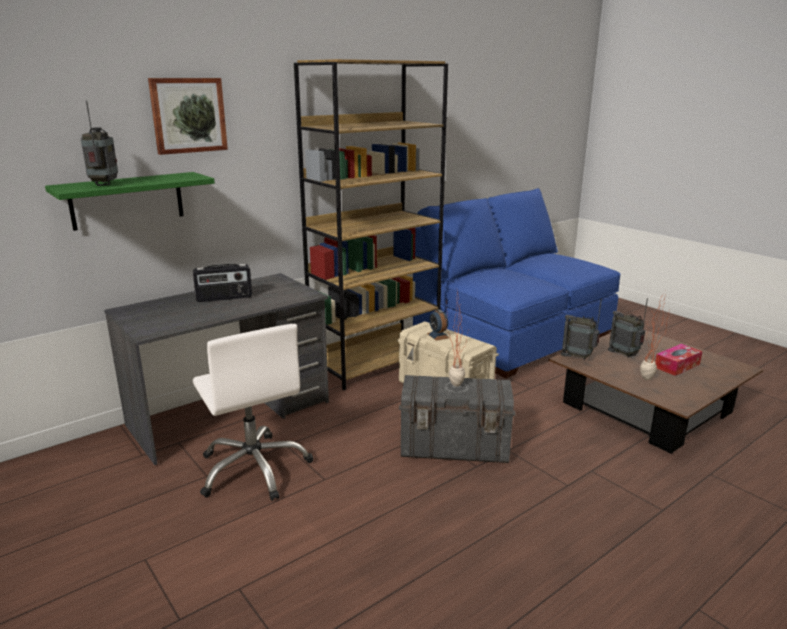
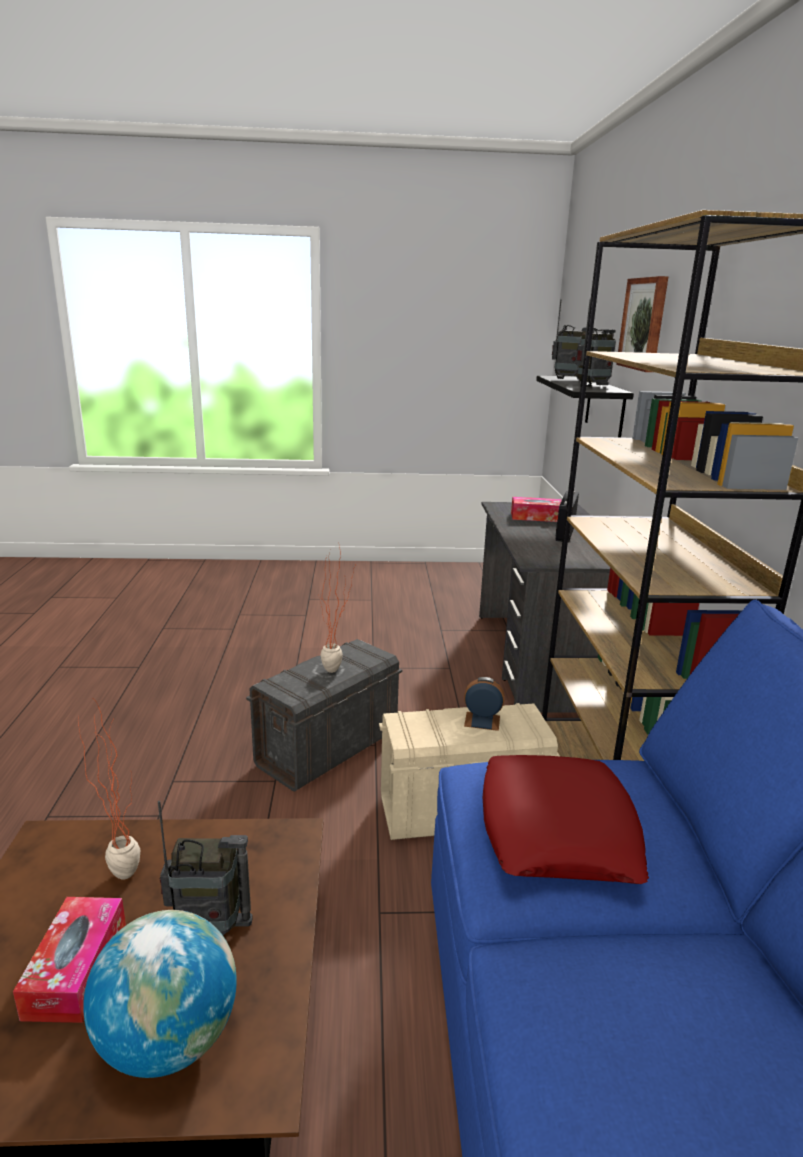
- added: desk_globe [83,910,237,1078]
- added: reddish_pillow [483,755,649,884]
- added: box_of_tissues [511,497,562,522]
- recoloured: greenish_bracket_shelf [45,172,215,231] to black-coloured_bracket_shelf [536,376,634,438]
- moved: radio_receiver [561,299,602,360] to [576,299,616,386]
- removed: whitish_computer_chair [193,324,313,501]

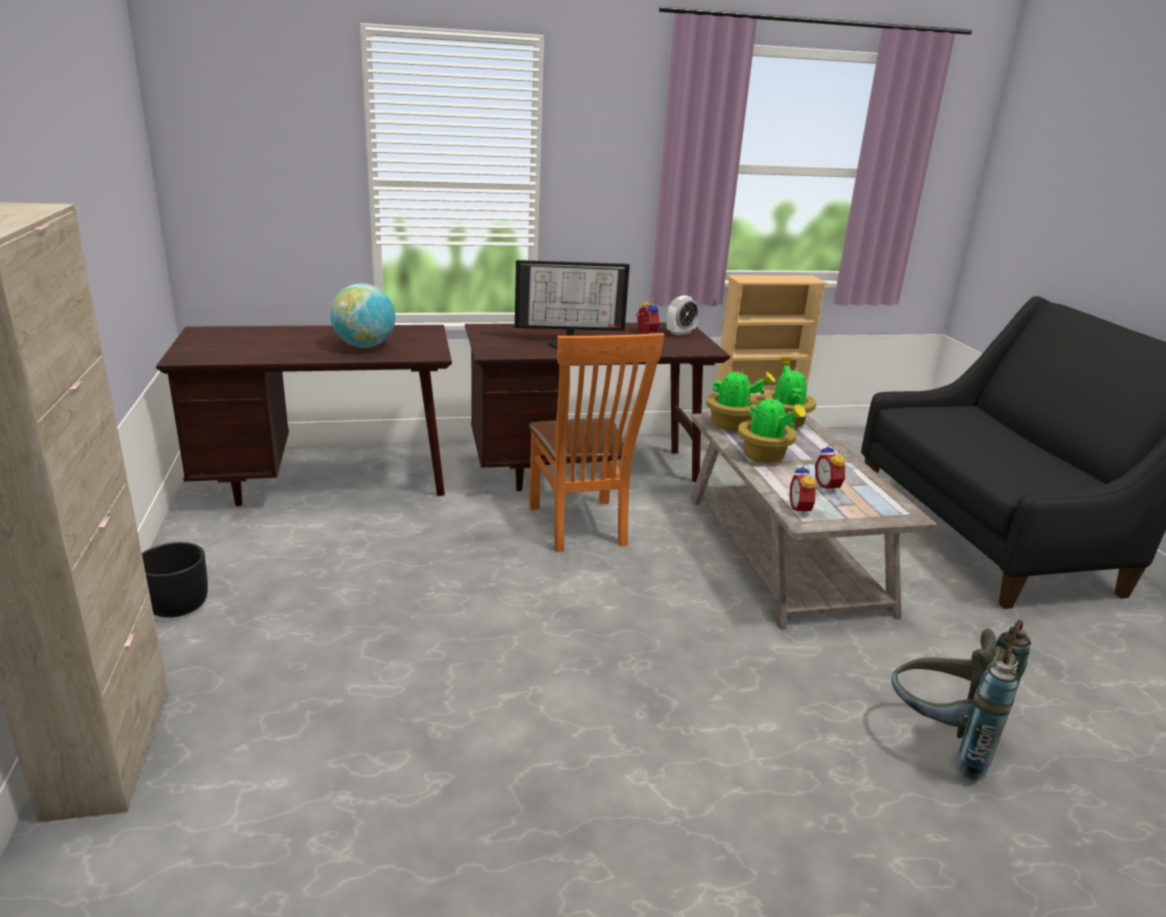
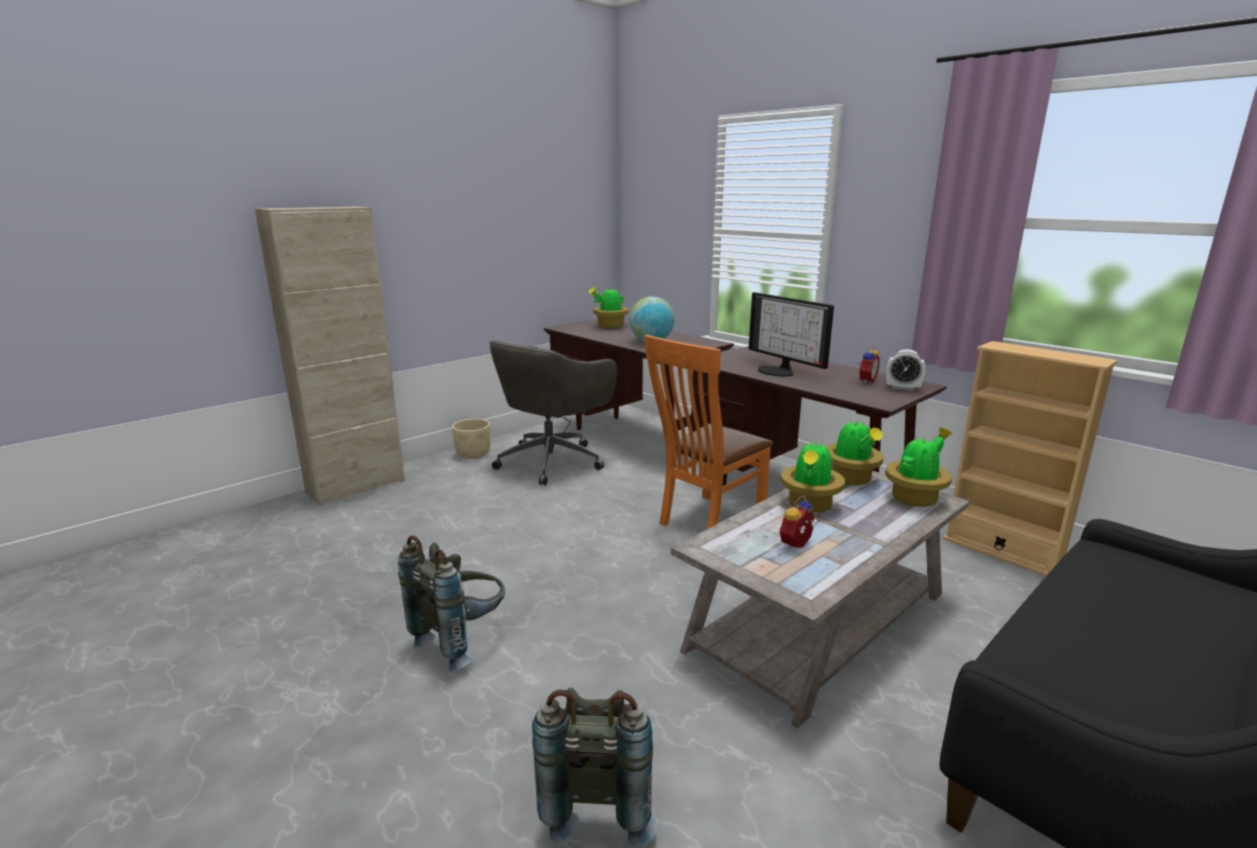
- added: grey_backpack [398,535,505,672]
- recoloured: black-coloured_flower_pot [142,542,208,618] to beige_flower_pot [452,419,490,459]
- added: grey_computer_chair [489,340,617,485]
- added: houseplant [588,286,628,328]
- removed: table_clock [790,463,820,516]

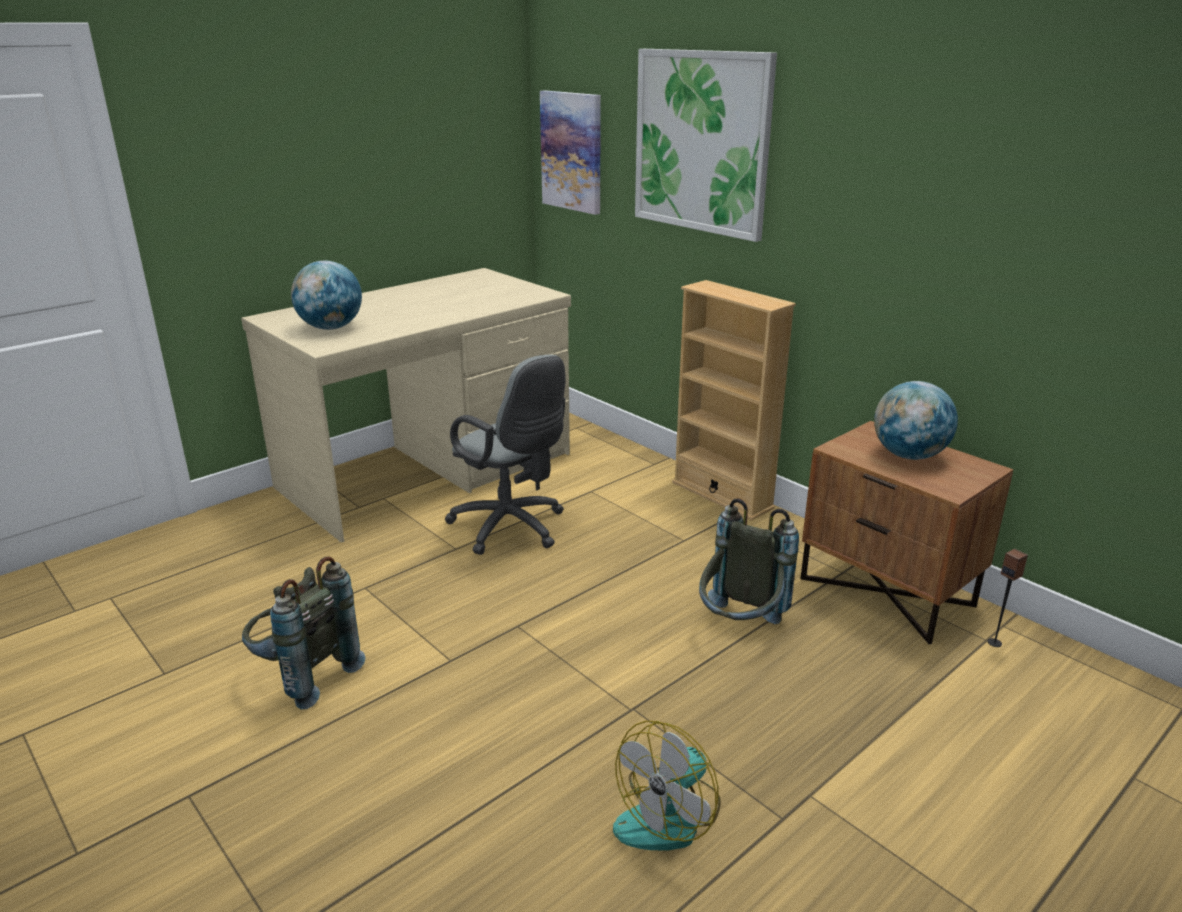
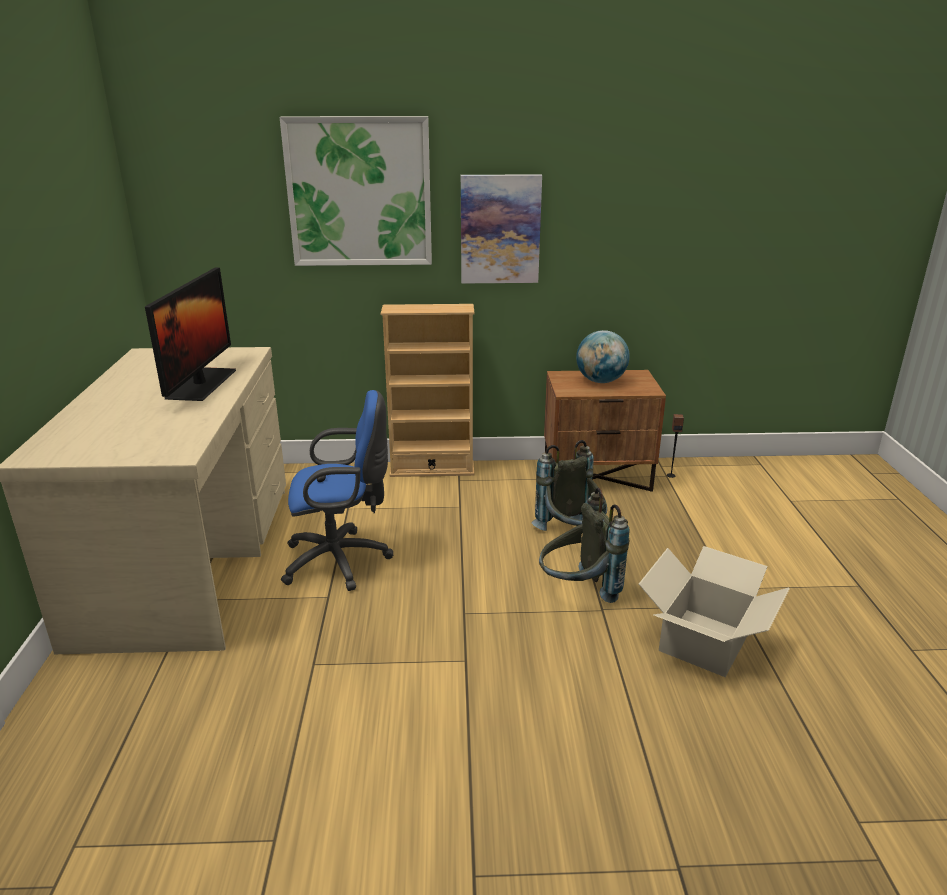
- added: computer_display [145,268,236,401]
- recoloured: grey_computer_chair [445,355,566,555] to bluish_computer_chair [281,390,393,591]
- moved: wall_art [540,90,601,215] to [461,174,542,283]
- moved: grey_backpack [242,557,366,709] to [539,488,630,603]
- replaced: cooling_fan [613,721,721,851] to carton [639,546,790,677]
- removed: desk_globe [291,260,362,330]

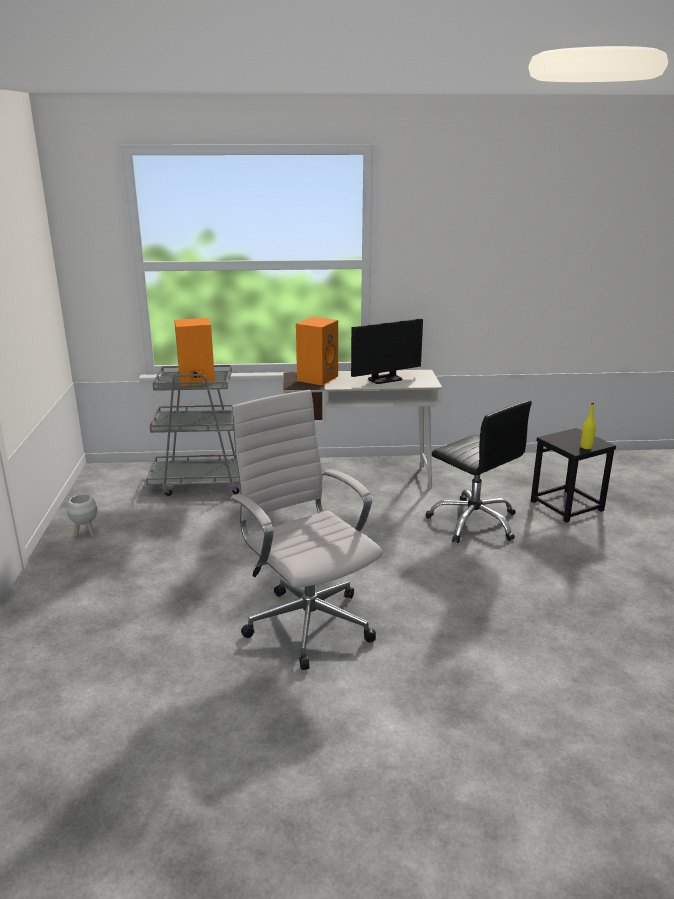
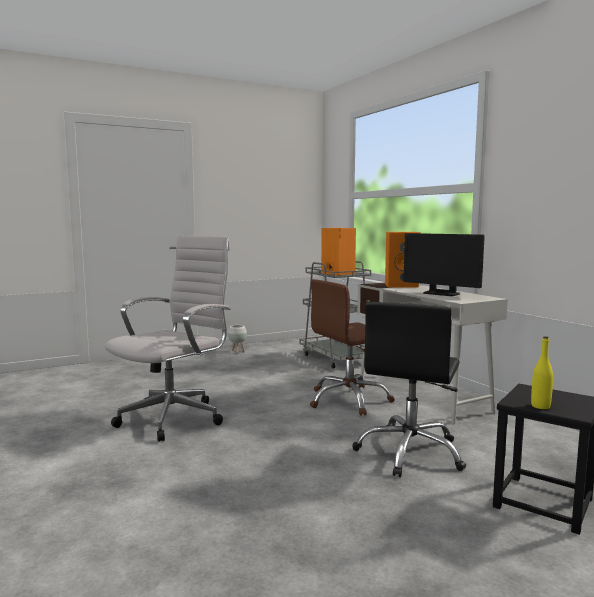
- added: brown_computer_chair [310,279,395,416]

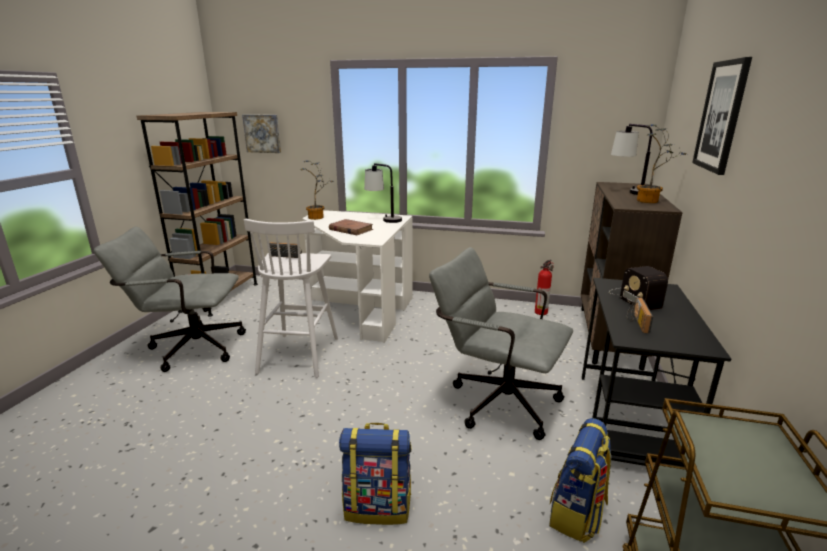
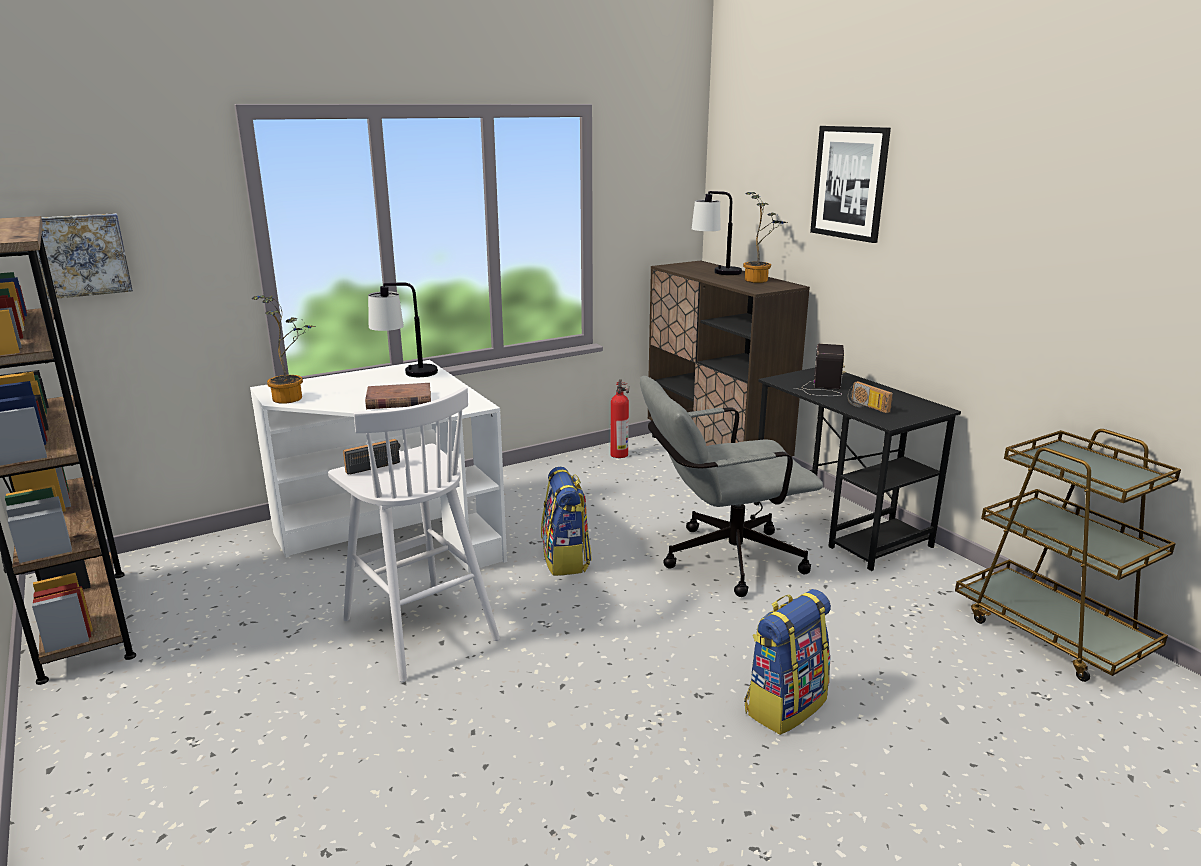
- moved: backpack [549,418,611,543] to [541,467,592,576]
- turned: radio_receiver [609,266,668,310] = [794,344,846,396] 105 degrees counterclockwise
- removed: grey_computer_chair [94,226,246,372]

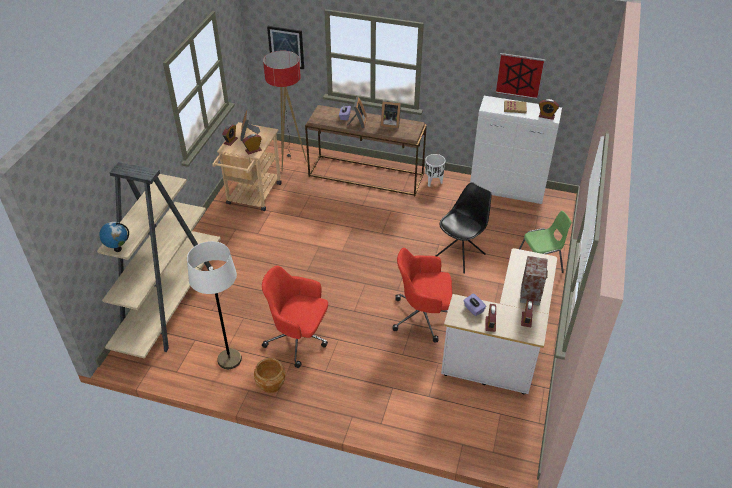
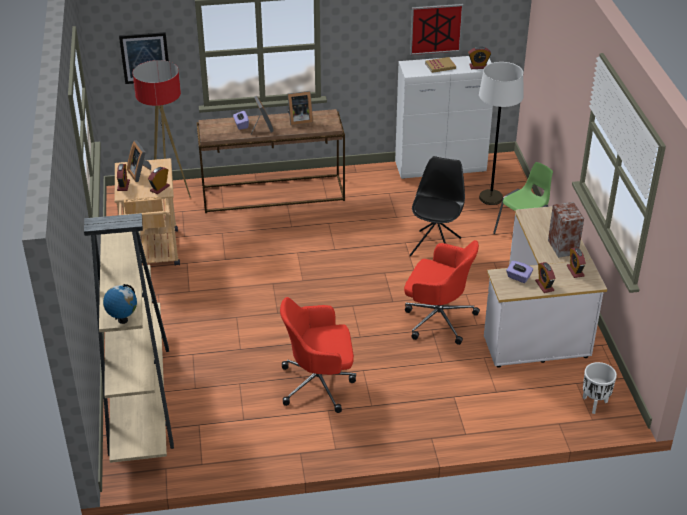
- turned: reddish_computer_chair [393,248,452,343] = [404,240,480,345] 135 degrees counterclockwise
- moved: whitish_standard_lamp [187,241,242,369] to [479,62,524,205]
- moved: whitish_flower_pot [425,154,446,187] to [583,362,617,414]
- removed: brown_flower_pot [254,358,285,393]

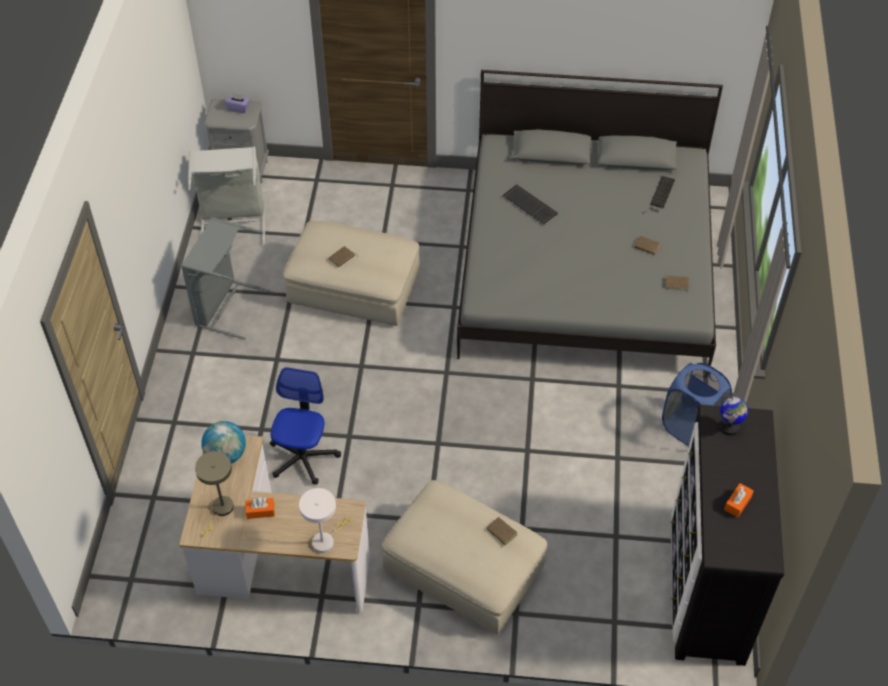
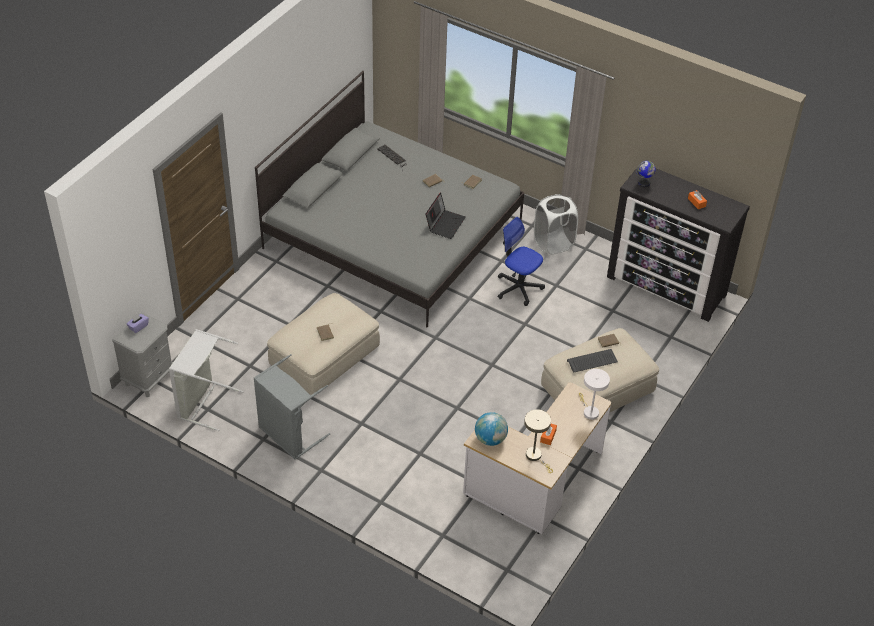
- added: portable_computer [425,192,465,239]
- moved: computer_chair [270,367,341,484] to [498,217,545,306]
- recoloured: bluish_laundry_basket [662,363,732,446] to whitish_laundry_basket [534,194,578,255]
- moved: computer_keyboard [502,184,558,224] to [567,349,618,373]

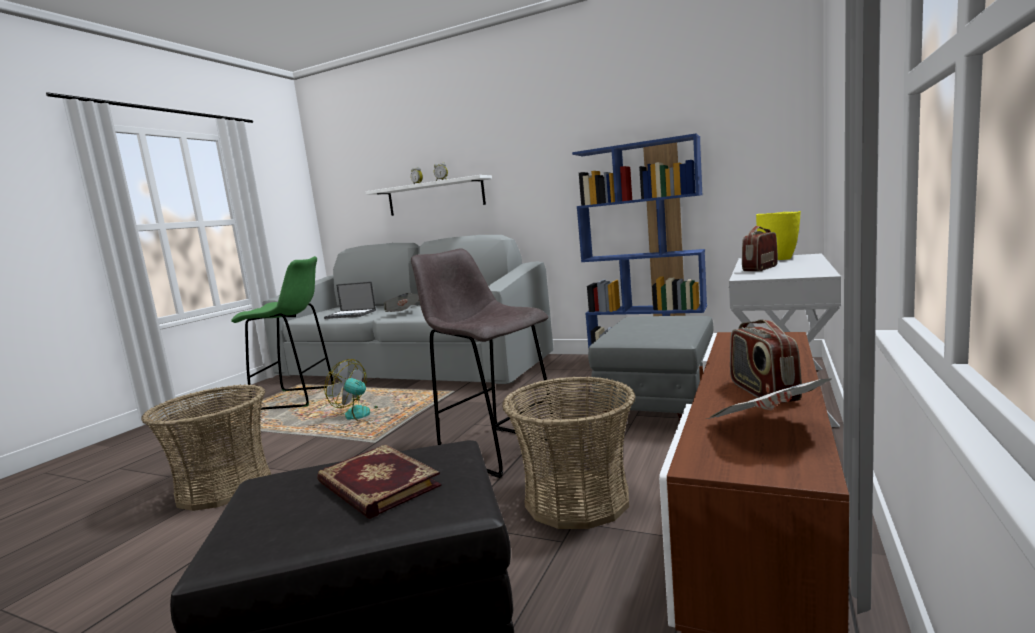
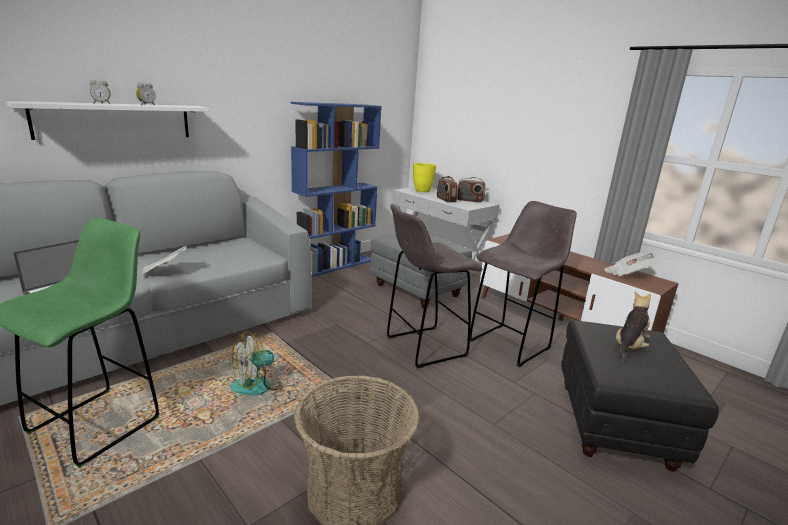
- moved: radio_receiver [730,319,802,403] to [457,177,485,203]
- replaced: basket [502,376,635,529] to grey_stool_seat [470,201,577,367]
- replaced: book [317,445,442,519] to plush_toy [616,292,651,362]

